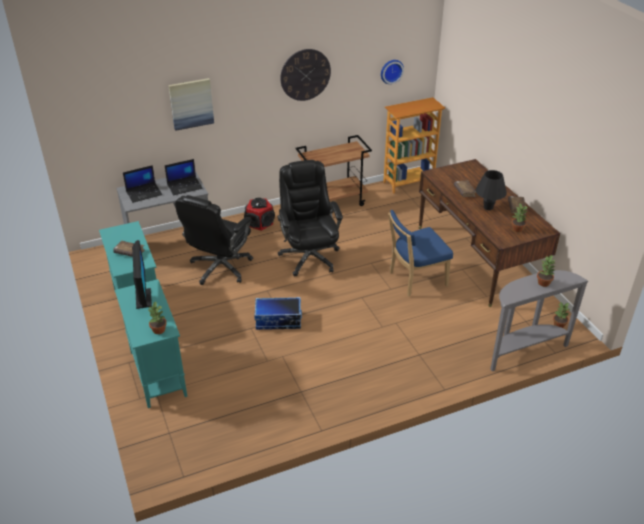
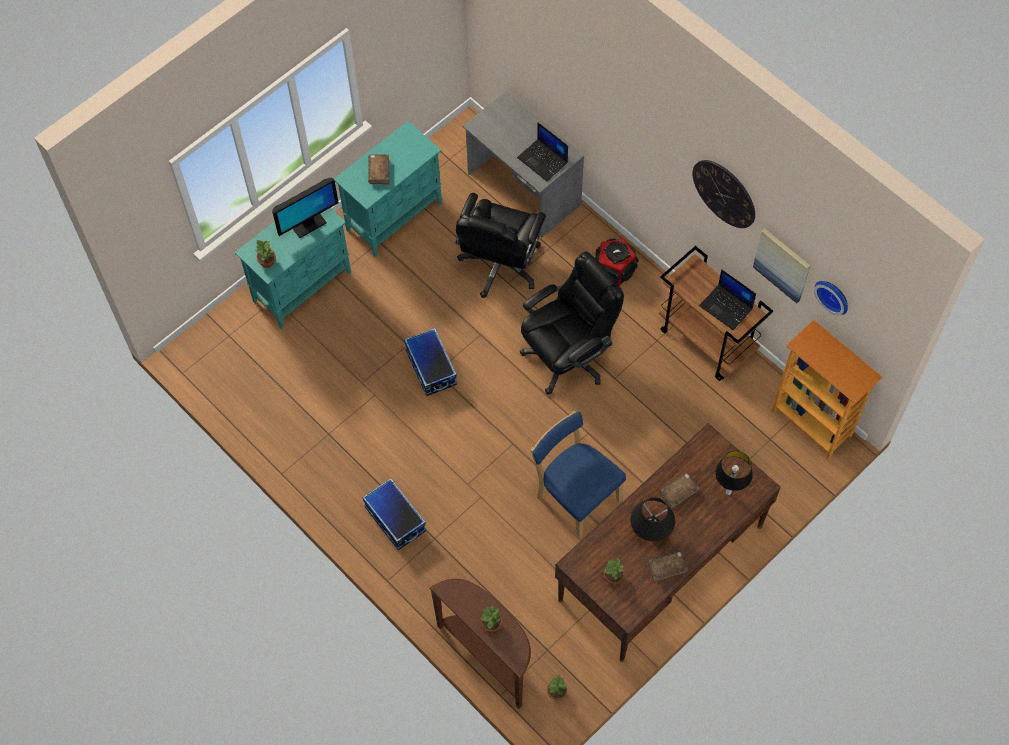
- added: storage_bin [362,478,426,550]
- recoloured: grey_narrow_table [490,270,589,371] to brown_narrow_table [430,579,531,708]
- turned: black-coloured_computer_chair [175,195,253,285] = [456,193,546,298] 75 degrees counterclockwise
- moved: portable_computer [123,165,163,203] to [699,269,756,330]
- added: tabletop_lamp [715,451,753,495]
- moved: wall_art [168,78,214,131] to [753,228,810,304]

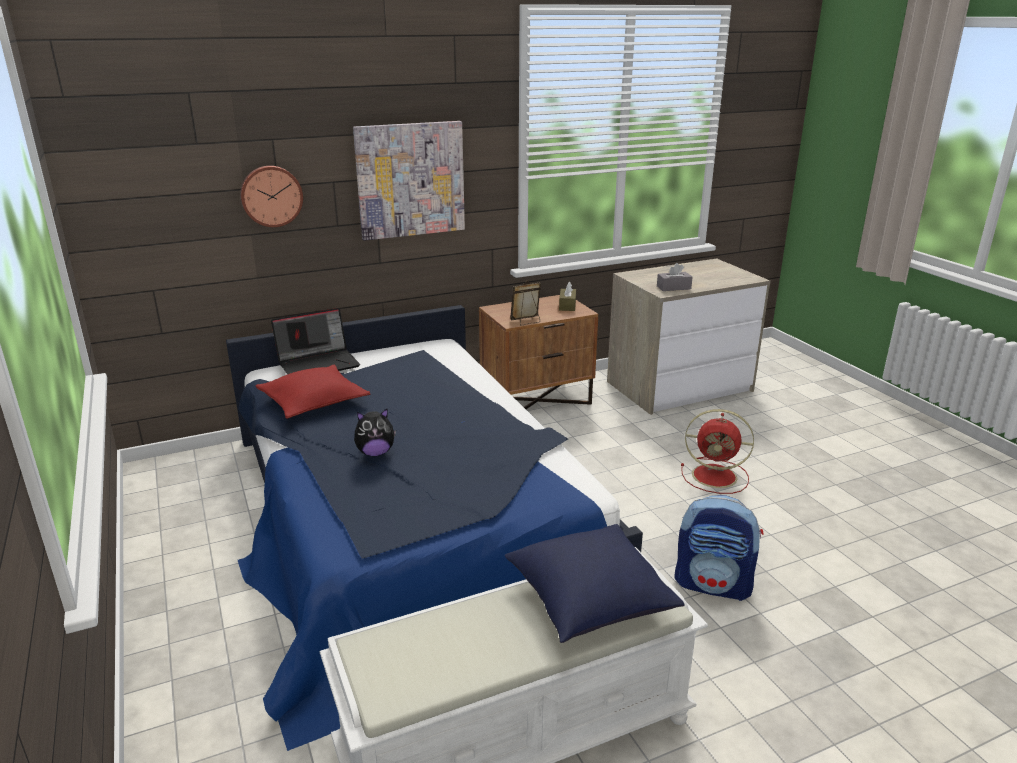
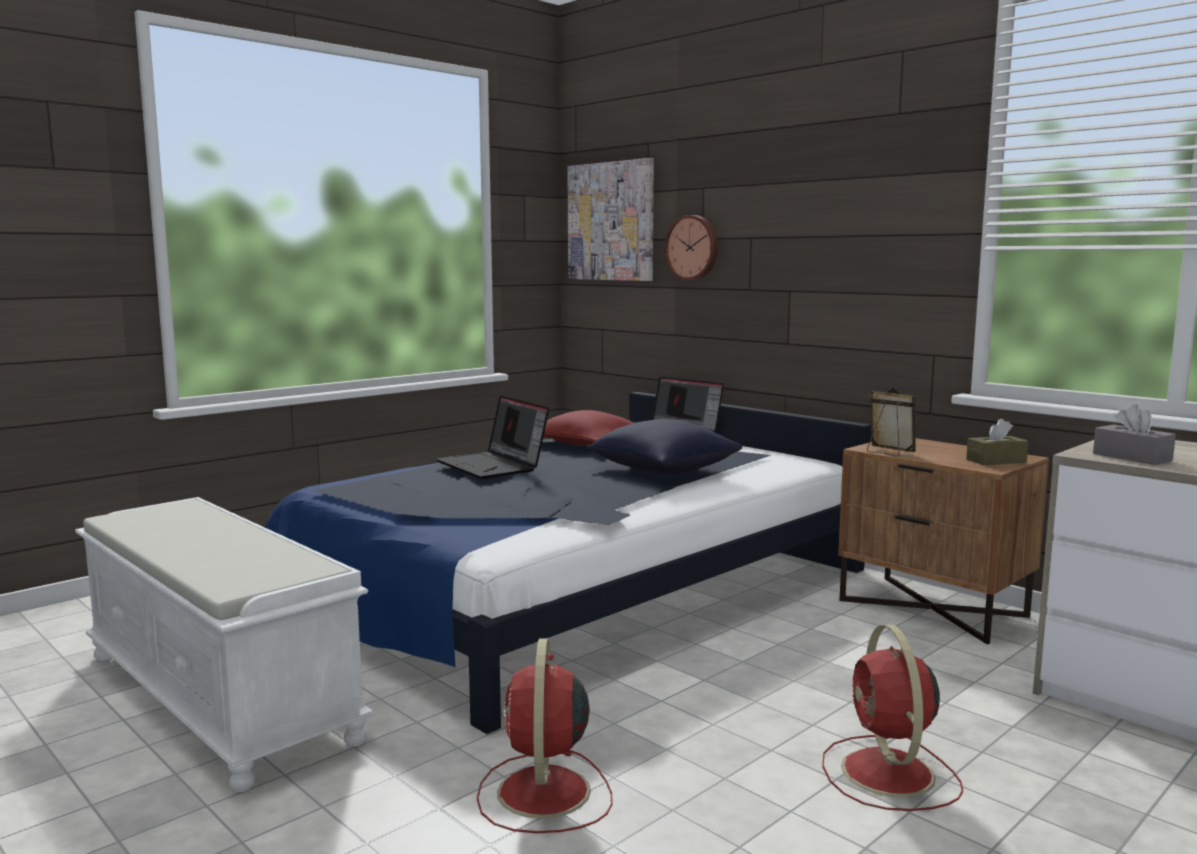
- replaced: plush_toy [354,409,396,456] to portable_computer [436,396,549,479]
- replaced: backpack [674,495,763,601] to reddish_cooling_fan [477,639,613,833]
- moved: wall_art [353,121,465,241] to [568,158,654,281]
- moved: bluish_pillow [505,524,684,643] to [587,419,742,474]

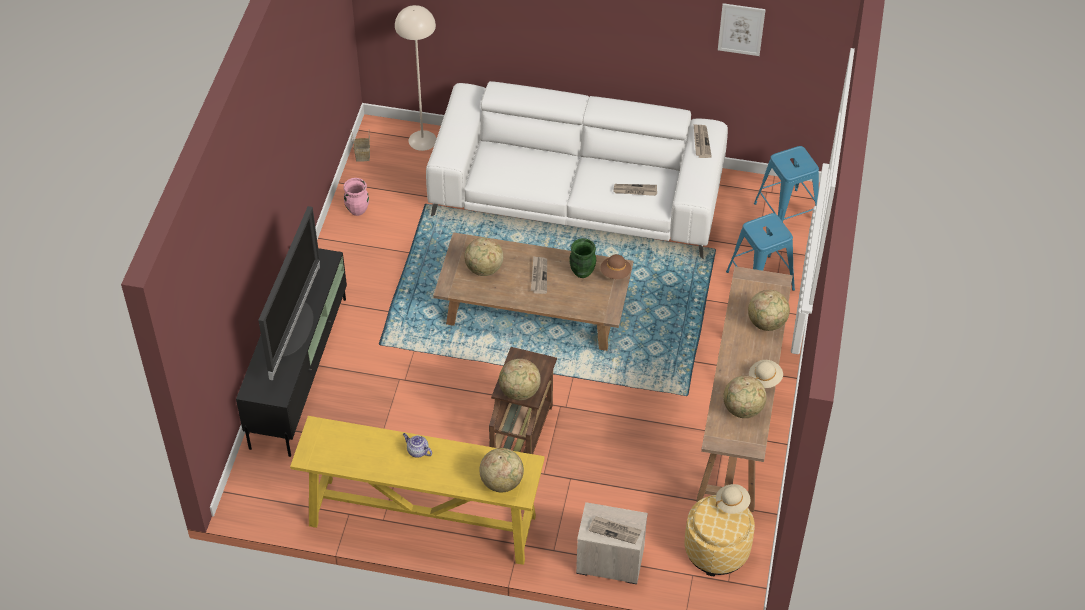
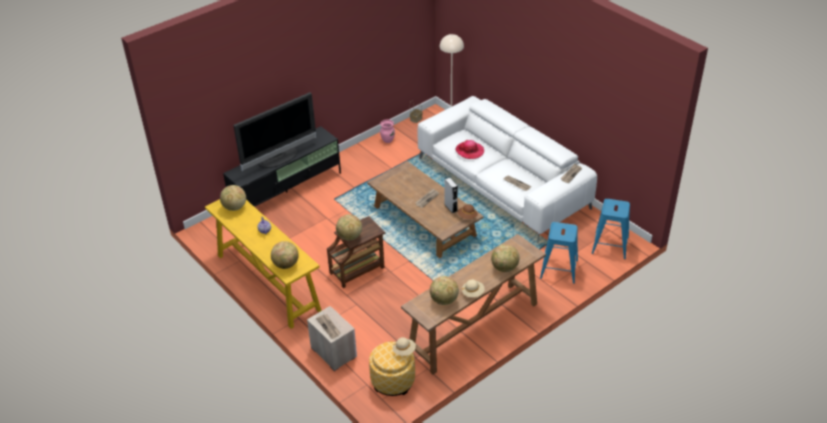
- moved: desk_globe [465,237,503,276] to [220,185,246,211]
- replaced: greenish_flower_vase [569,238,596,278] to grey_audio_speaker [444,178,458,213]
- added: wearable_hat [455,140,484,159]
- removed: wall_art [718,3,766,56]

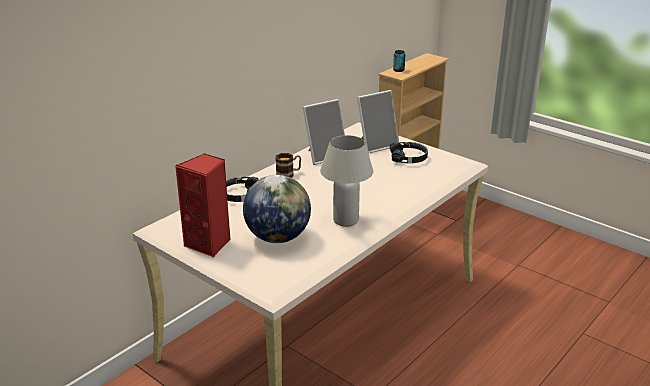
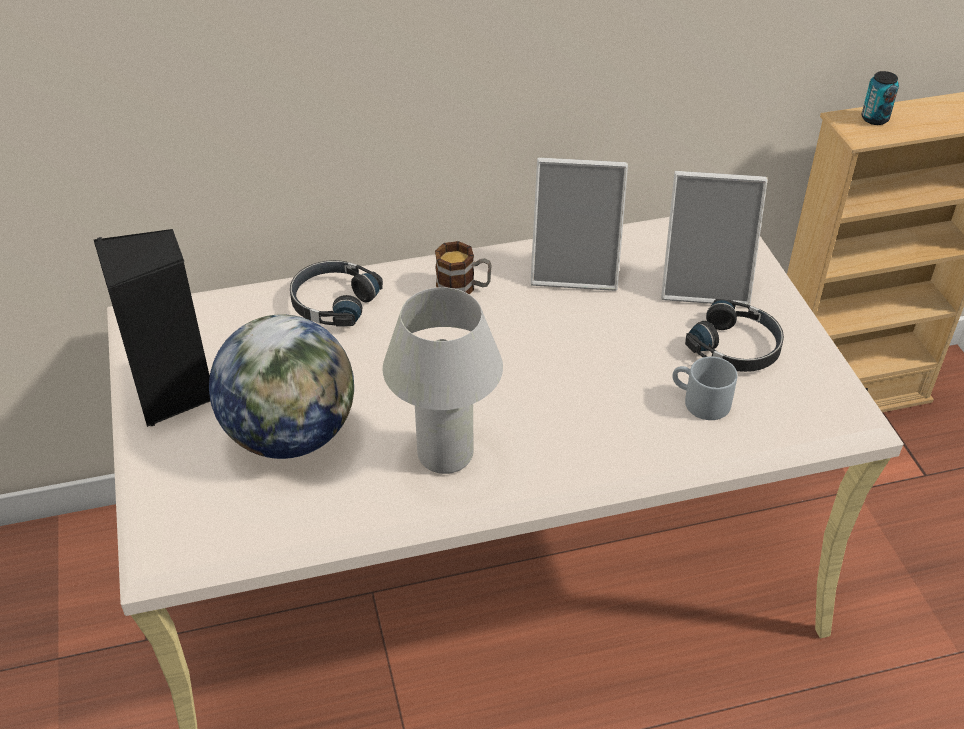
- recoloured: reddish_audio_speaker [175,153,231,258] to black-coloured_audio_speaker [94,229,210,427]
- added: grey_mug [672,357,738,420]

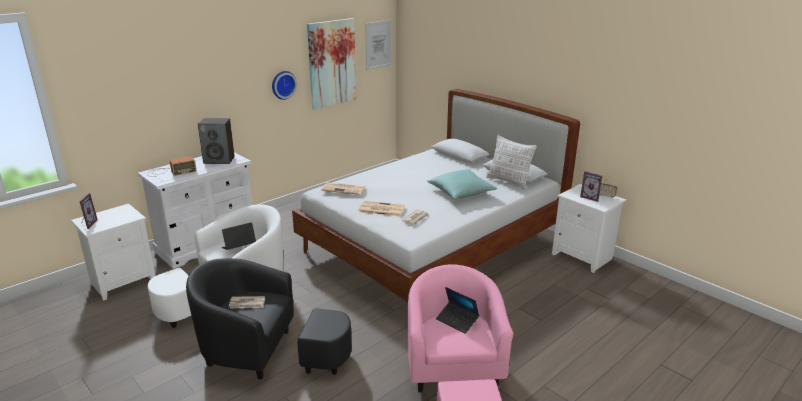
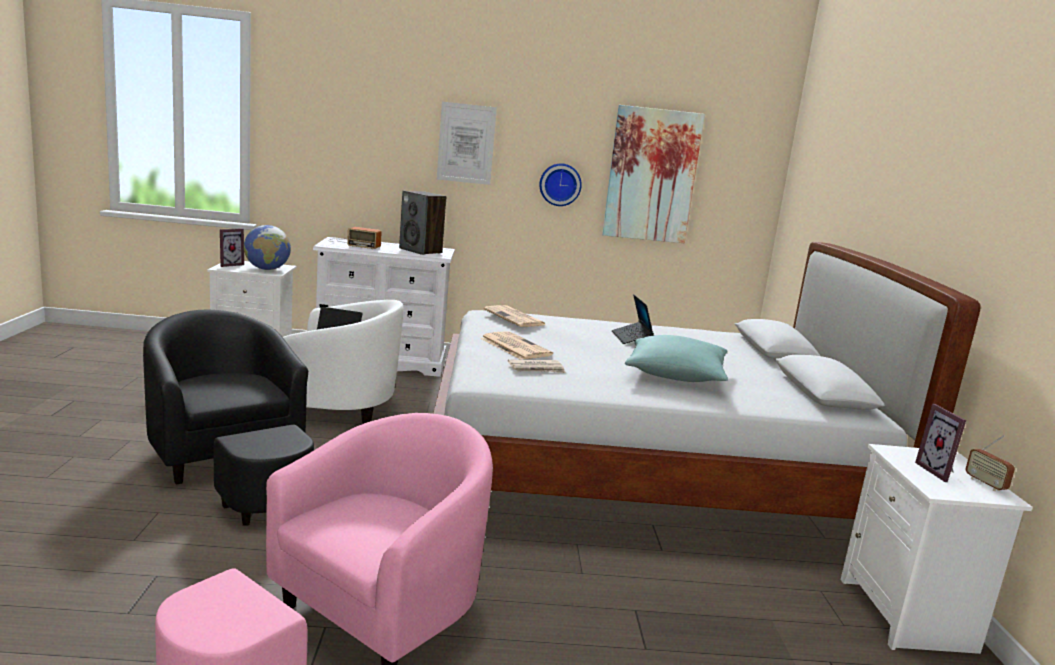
- added: desk_globe [244,225,291,270]
- moved: wall_art [365,20,391,70] to [437,102,497,185]
- moved: portable_computer [436,287,479,334] to [612,294,654,344]
- removed: daily_paper [229,296,265,309]
- removed: pillow [486,135,537,190]

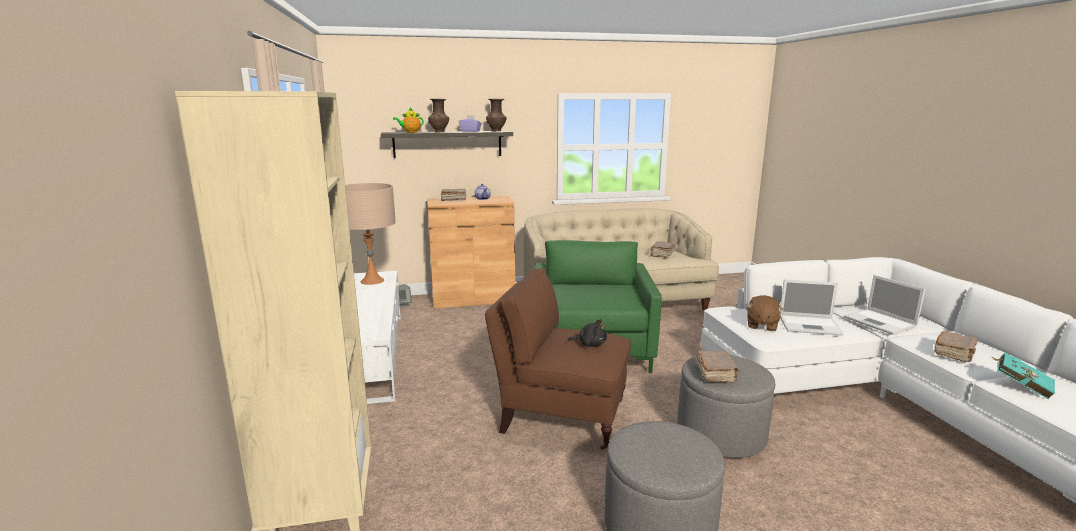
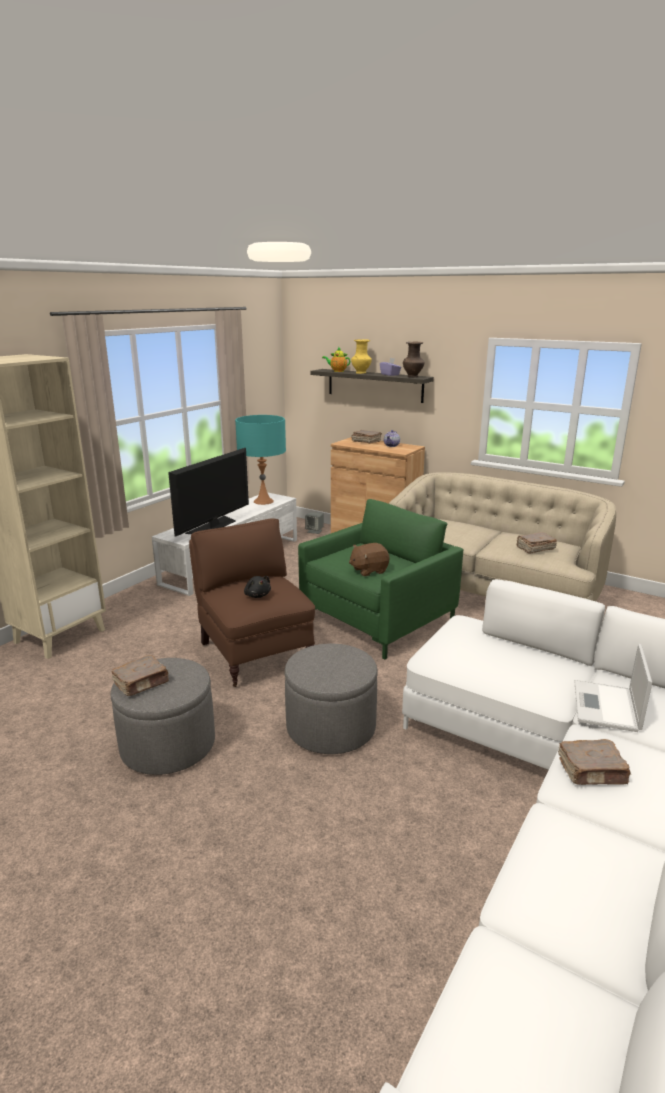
- moved: brown_book [695,350,740,383] to [111,655,169,696]
- added: TV [168,448,249,537]
- recoloured: beige_tabletop_lamp [345,183,396,285] to turquoise_tabletop_lamp [235,415,286,505]
- moved: brown_plush_toy [747,295,784,332] to [349,543,389,576]
- recoloured: brown_flower_vase [428,99,449,132] to yellowish_flower_vase [351,339,372,374]
- removed: portable_computer [780,279,844,336]
- removed: turquoise_book [991,353,1055,399]

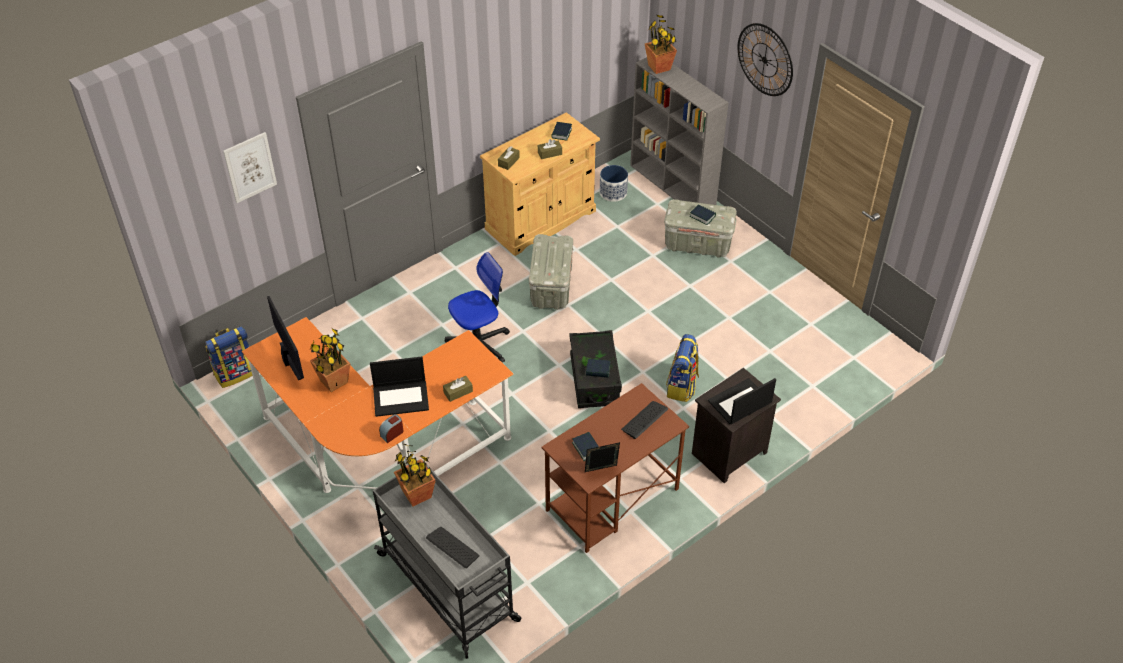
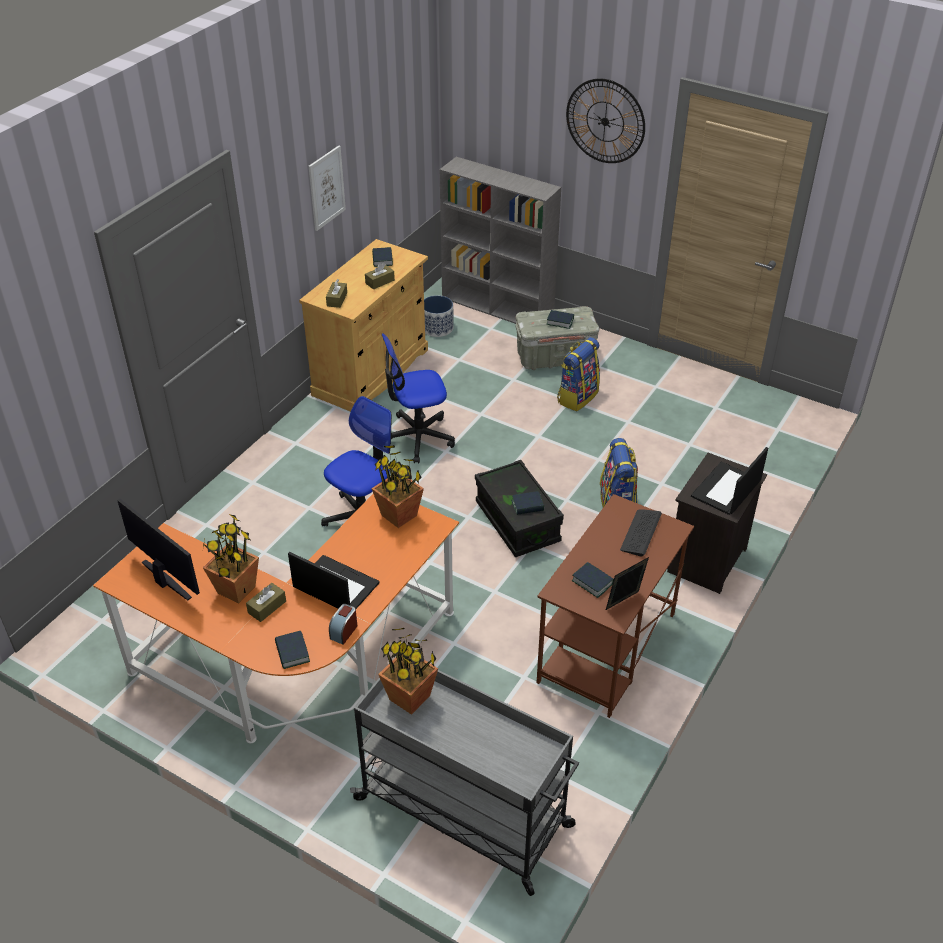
- moved: brown_box_of_tissues [443,376,473,402] to [246,583,286,622]
- added: book [275,631,310,669]
- turned: portable_computer [370,357,429,417] = [288,552,380,609] 120 degrees counterclockwise
- moved: wall_art [223,132,277,203] to [309,146,346,231]
- moved: houseplant [645,15,677,74] to [371,445,424,528]
- replaced: grey_storage_bin [529,234,573,310] to computer_chair [382,333,455,463]
- moved: backpack [205,326,252,388] to [557,337,600,411]
- removed: computer_keyboard [426,527,480,568]

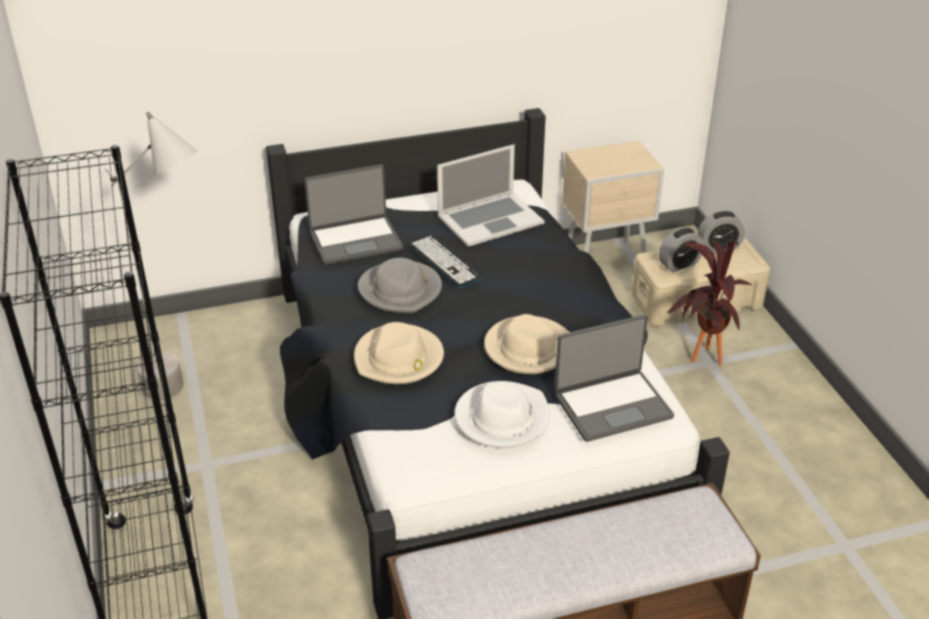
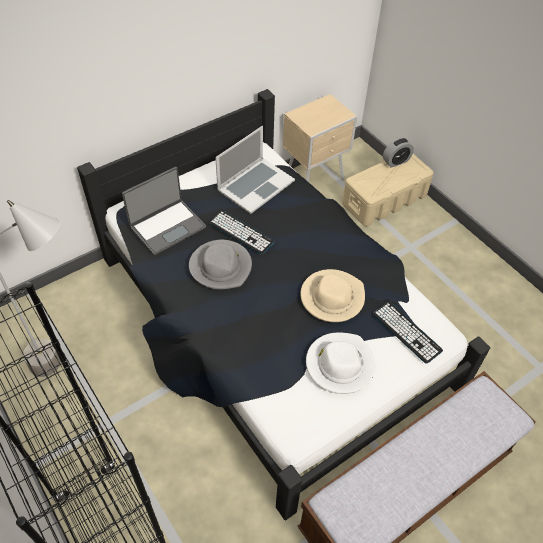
- replaced: portable_computer [554,315,674,442] to computer_keyboard [373,302,443,364]
- removed: beige_wearable_hat [354,322,444,384]
- removed: table_clock [659,228,704,272]
- removed: houseplant [667,240,751,366]

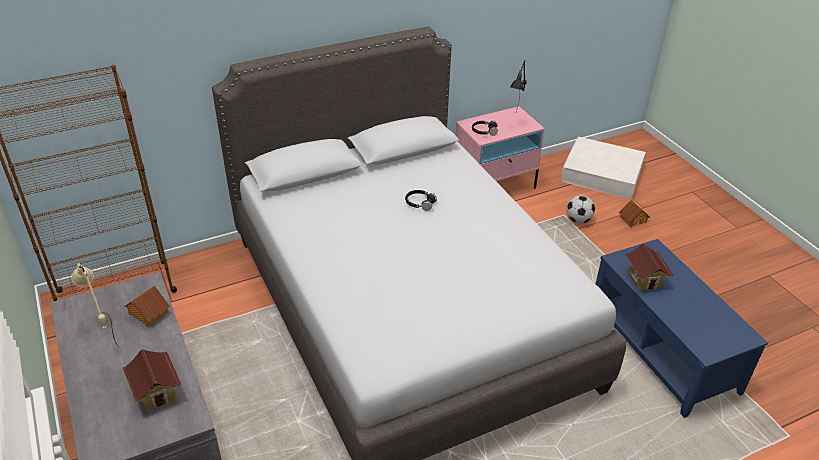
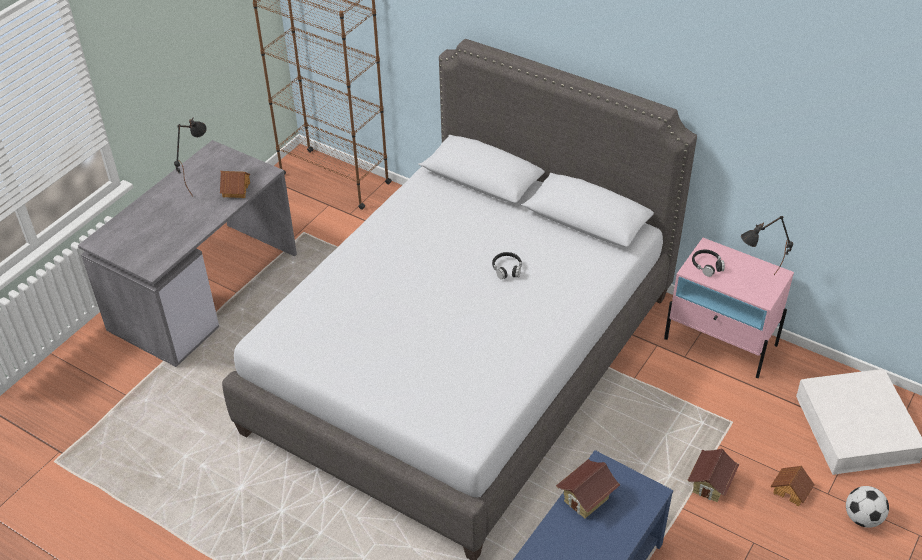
- recoloured: beige_tabletop_lamp [71,263,119,348] to black-coloured_tabletop_lamp [174,117,207,196]
- moved: model_house [123,349,181,411] to [687,449,739,502]
- moved: ball_for_football [566,195,595,223] to [846,486,889,528]

